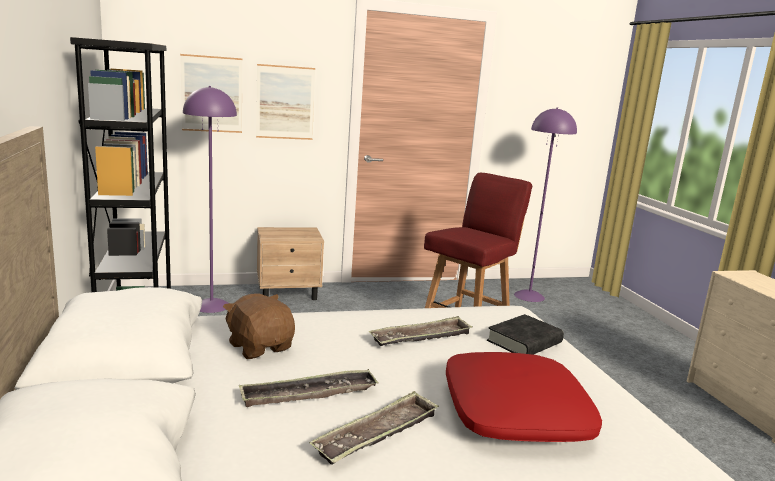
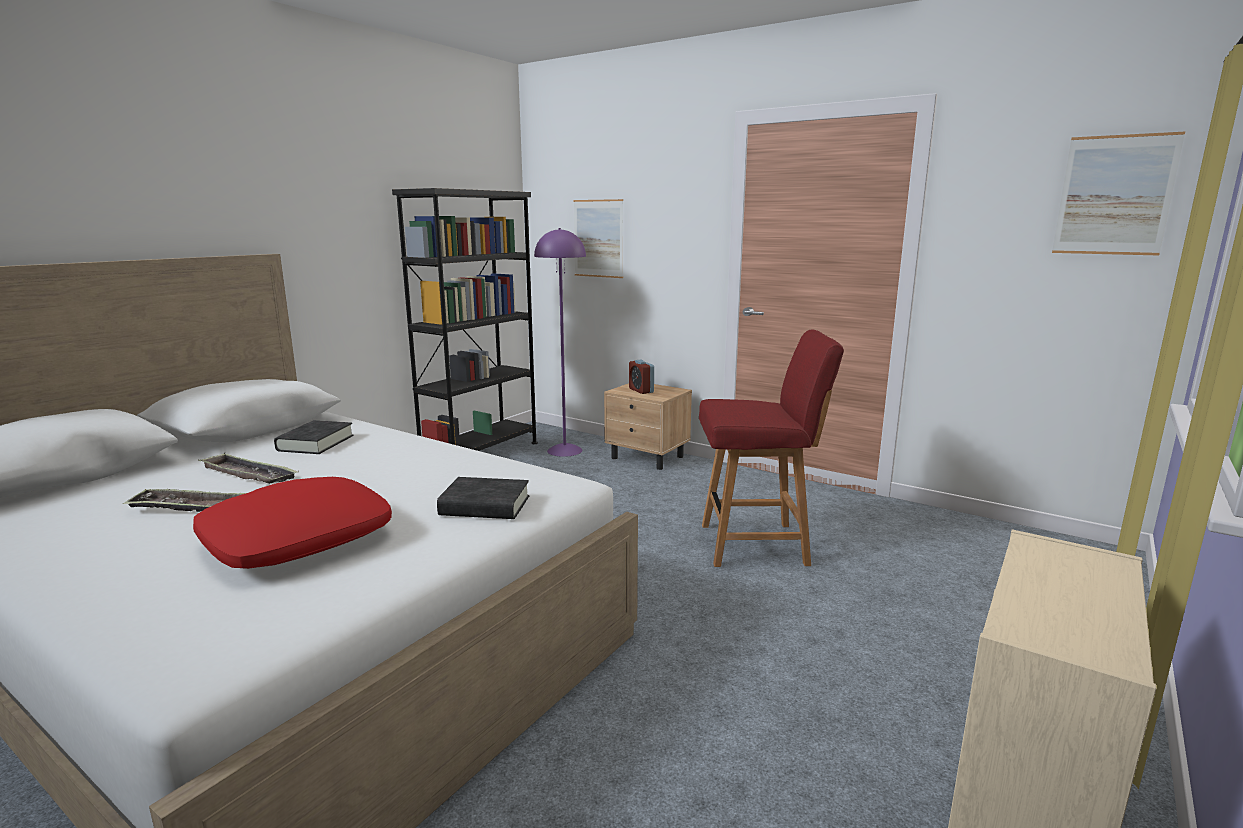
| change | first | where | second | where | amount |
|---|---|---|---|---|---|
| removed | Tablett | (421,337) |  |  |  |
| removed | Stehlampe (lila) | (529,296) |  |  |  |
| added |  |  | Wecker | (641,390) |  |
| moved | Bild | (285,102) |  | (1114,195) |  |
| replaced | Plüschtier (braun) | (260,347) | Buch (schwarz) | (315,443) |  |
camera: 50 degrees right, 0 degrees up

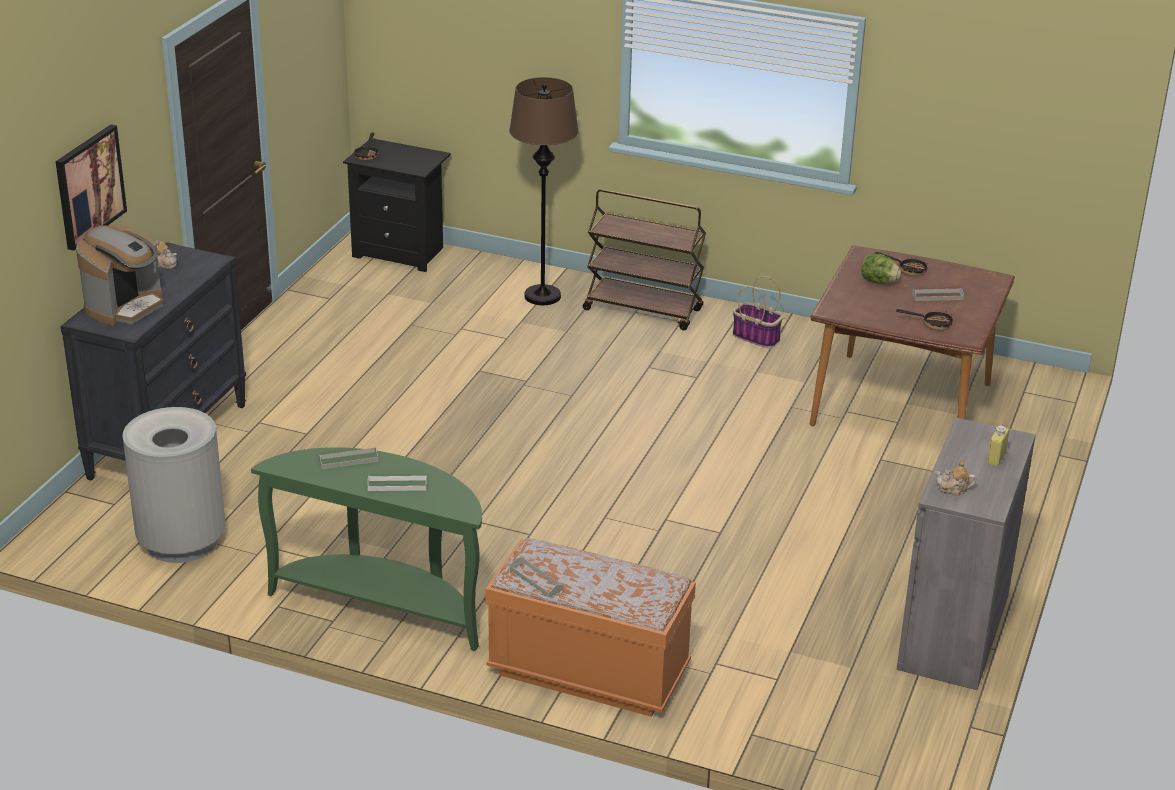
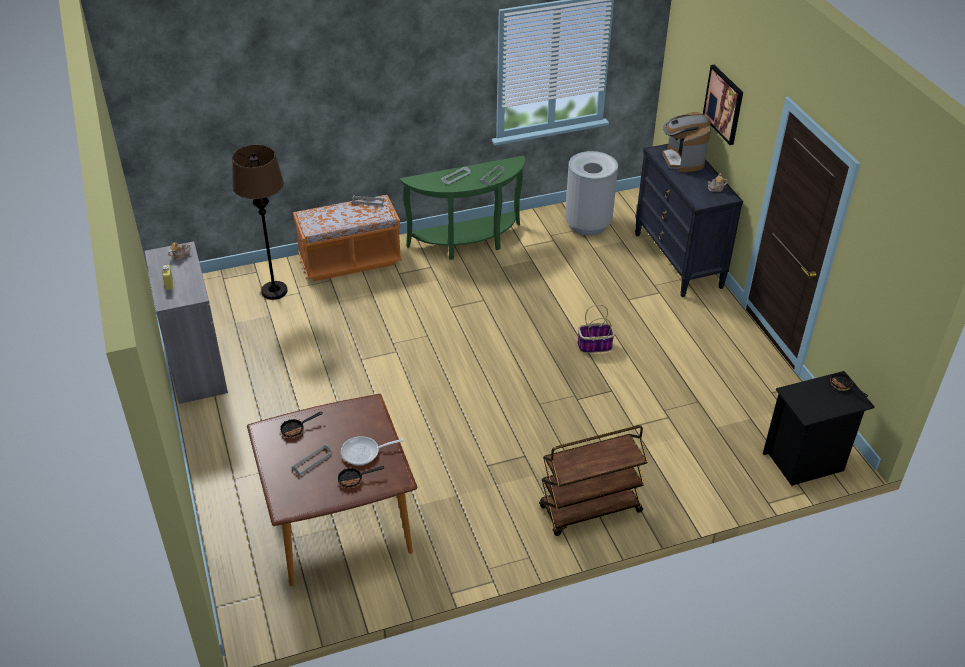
| change | first | where | second | where | amount |
|---|---|---|---|---|---|
| moved | Stehlampe (braun) | (542,296) |  | (274,291) |  |
| moved | Korb | (757,337) |  | (594,346) |  |
| replaced | Salatkopf | (878,282) | Pfanne | (364,453) |  |
camera: 140 degrees right, 10 degrees up

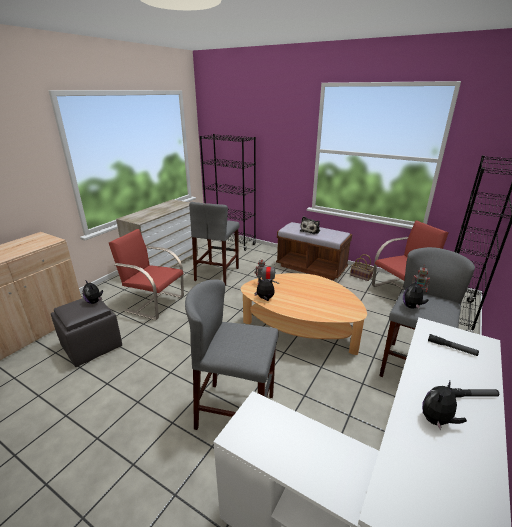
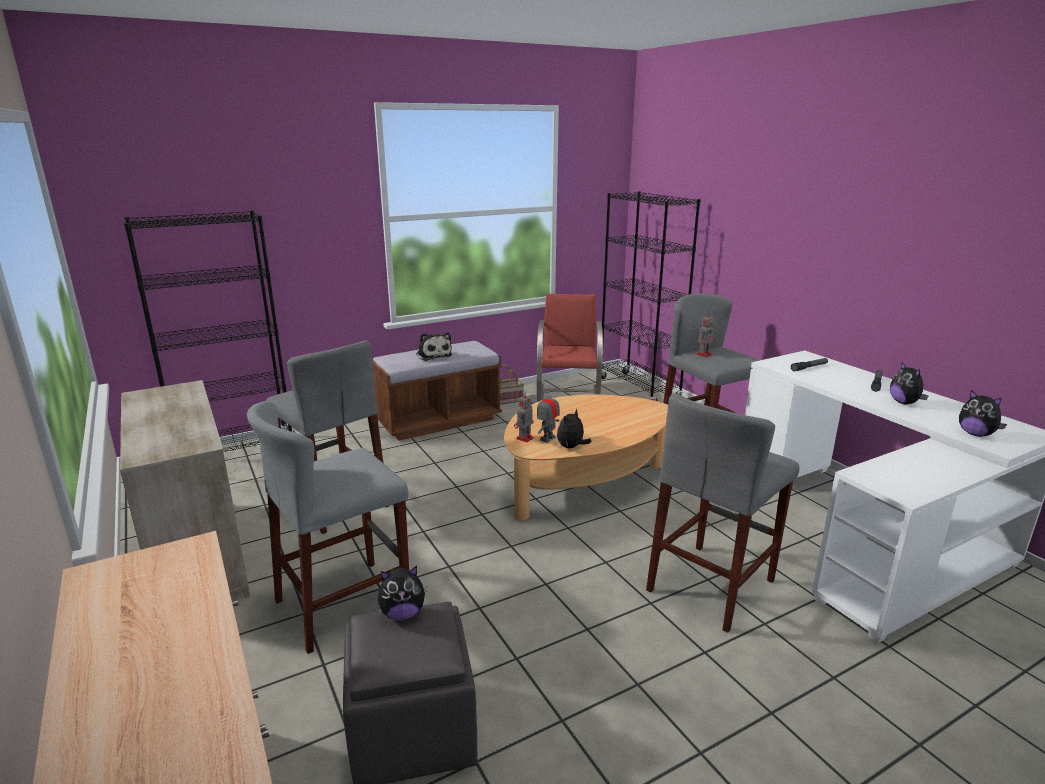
| change | first | where | second | where | amount |
|---|---|---|---|---|---|
| moved | Plüschtier | (412,307) |  | (976,434) |  |
| replaced | Stuhl (rot) | (154,303) | Hocker (grau) | (344,604) |  |
camera: 60 degrees left, 5 degrees down

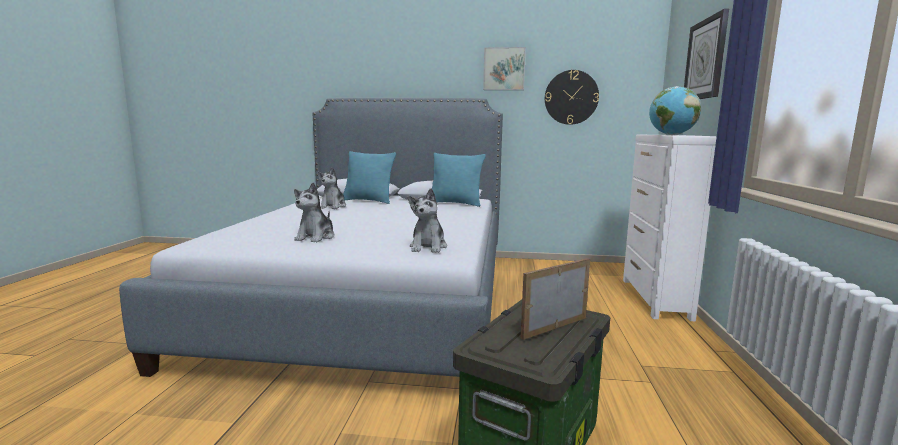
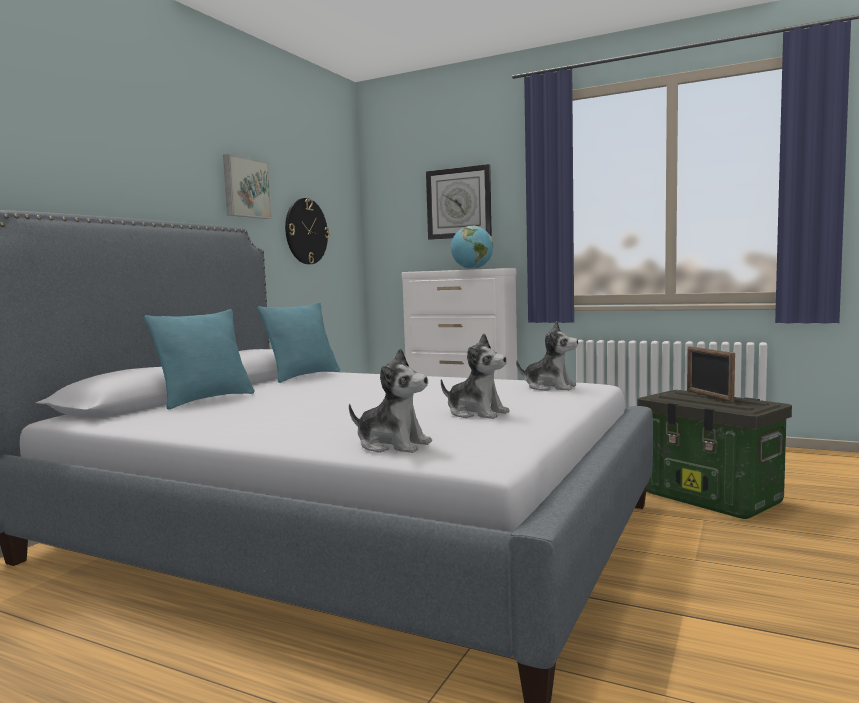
| change | first | where | second | where | amount |
|---|---|---|---|---|---|
| moved | Plüschtier | (333,206) |  | (393,445) |  |
camera: 70 degrees left, 5 degrees down

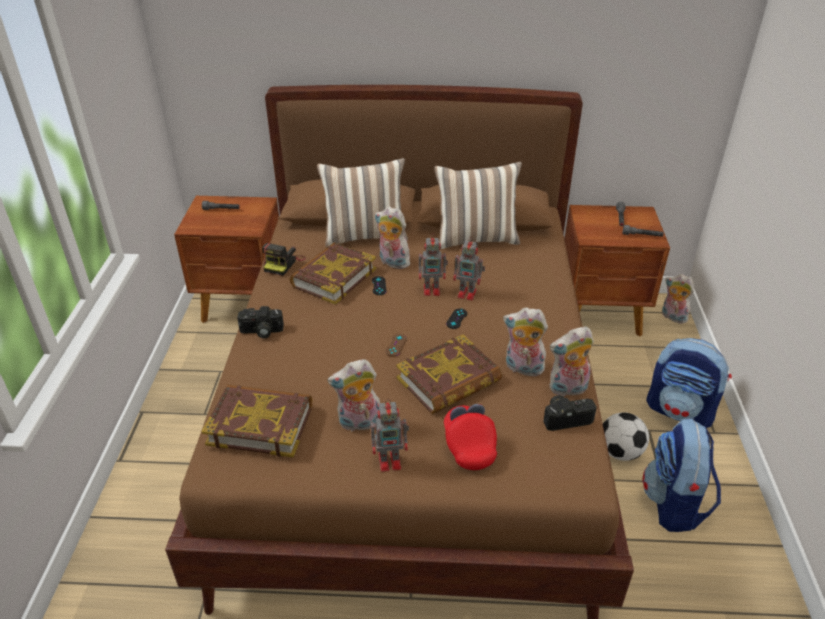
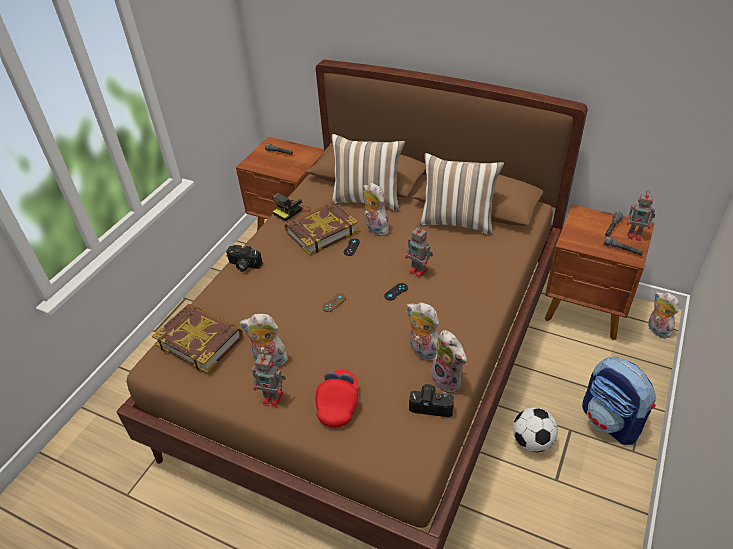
| change | first | where | second | where | amount |
|---|---|---|---|---|---|
| removed | Buch | (449,380) |  |  |  |
| removed | Rucksack | (674,504) |  |  |  |
| moved | Spielzeugroboter | (432,290) |  | (635,235) |  |
| turned | Plüschtier | (567,389) |  | (449,380) | 135 degrees counterclockwise |
camera: 25 degrees right, 5 degrees up

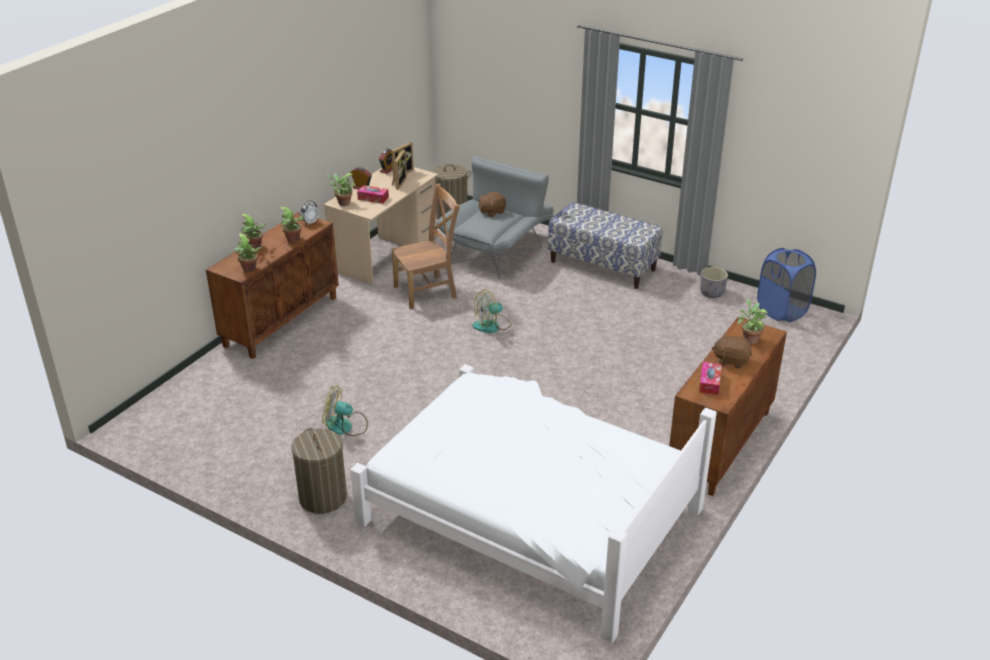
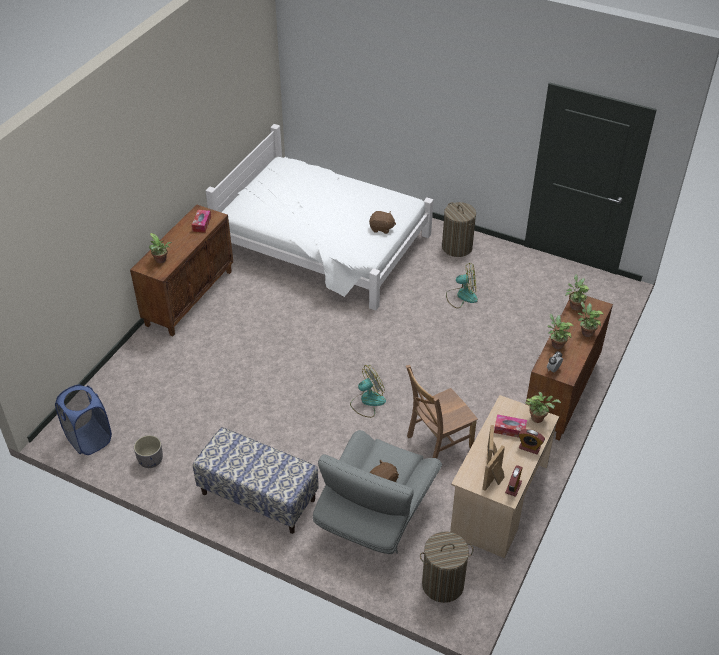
| change | first | where | second | where | amount |
|---|---|---|---|---|---|
| moved | Plüschtier (braun) | (731,360) |  | (381,228) |  |
camera: 175 degrees right, 10 degrees up

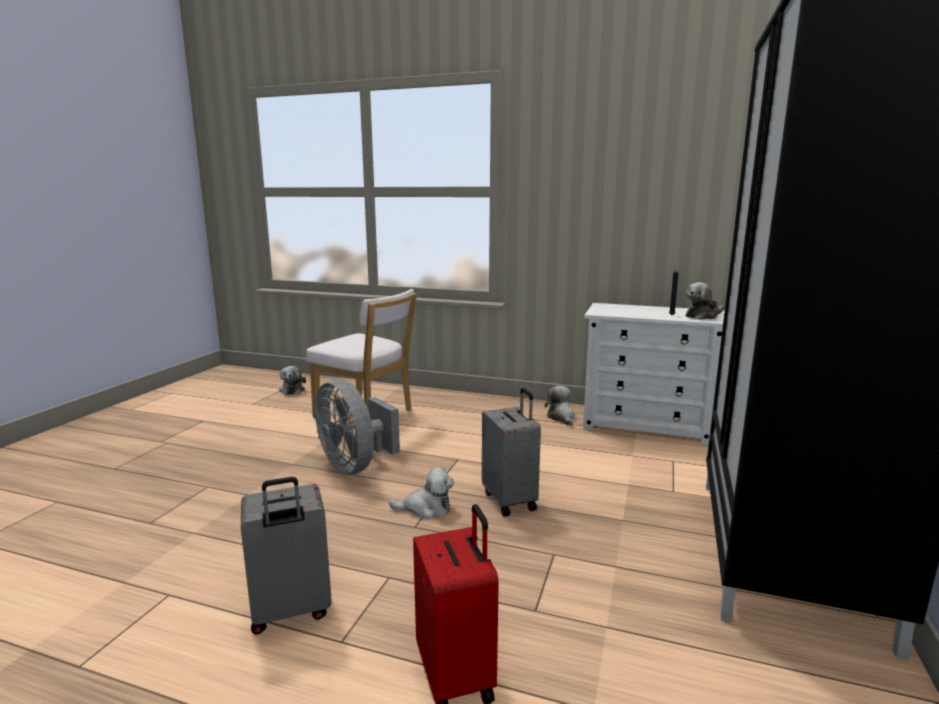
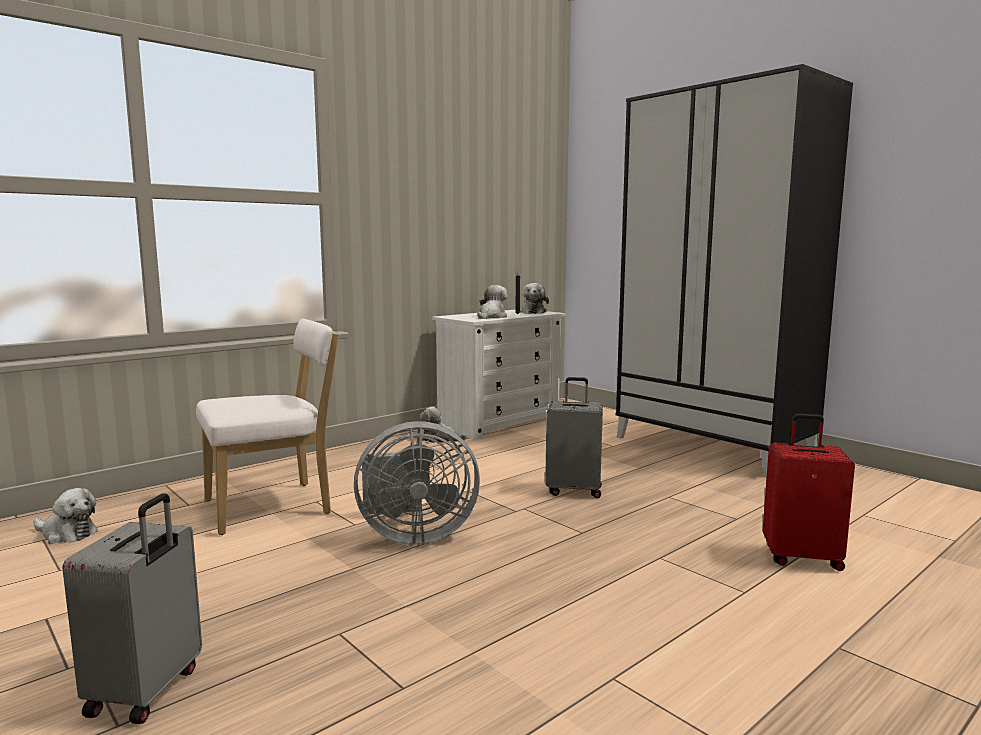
| change | first | where | second | where | amount |
|---|---|---|---|---|---|
| moved | Koffer (grau) | (291,612) |  | (147,691) |  |
| moved | Plüschtier | (426,508) |  | (491,317) |  |
camera: 60 degrees left, 5 degrees down

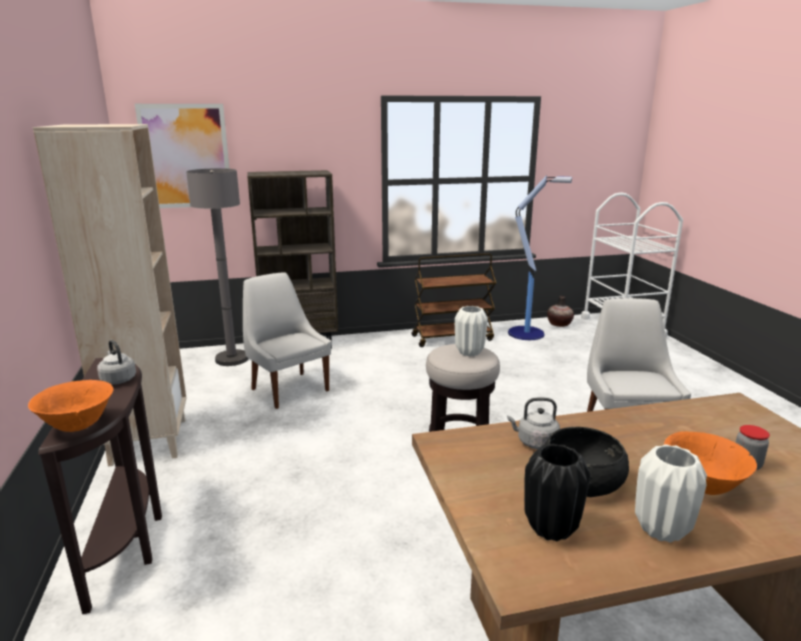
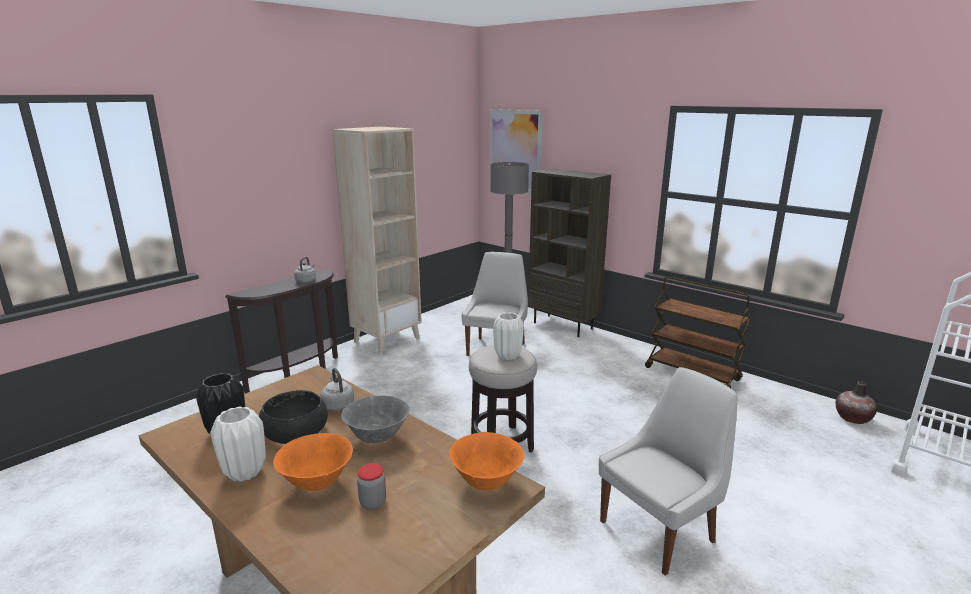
| change | first | where | second | where | amount |
|---|---|---|---|---|---|
| removed | Stehlampe | (527,333) |  |  |  |
| added |  |  | Schüssel (grau) | (377,438) |  |
| moved | Schüssel (orange) | (79,426) |  | (487,482) |  |
camera: 55 degrees right, 0 degrees up

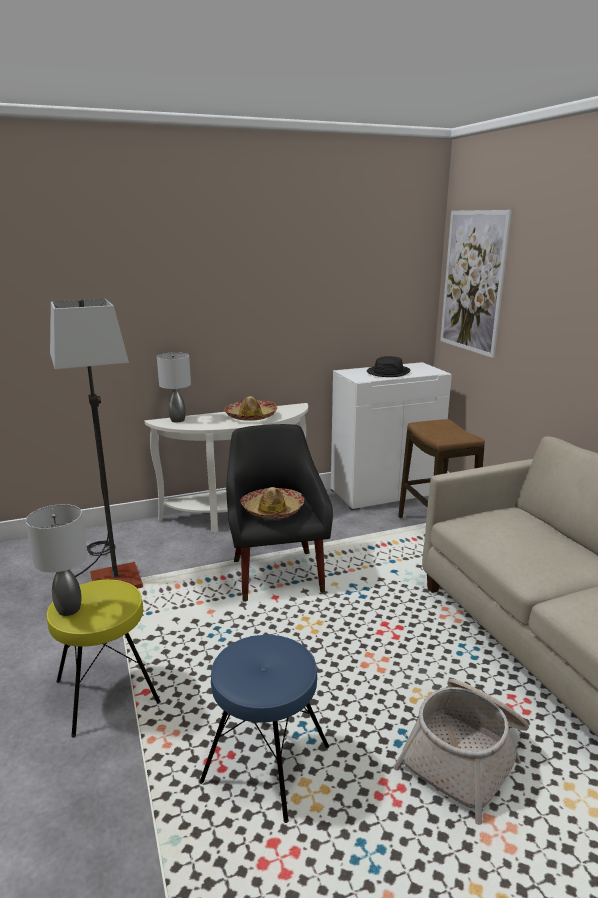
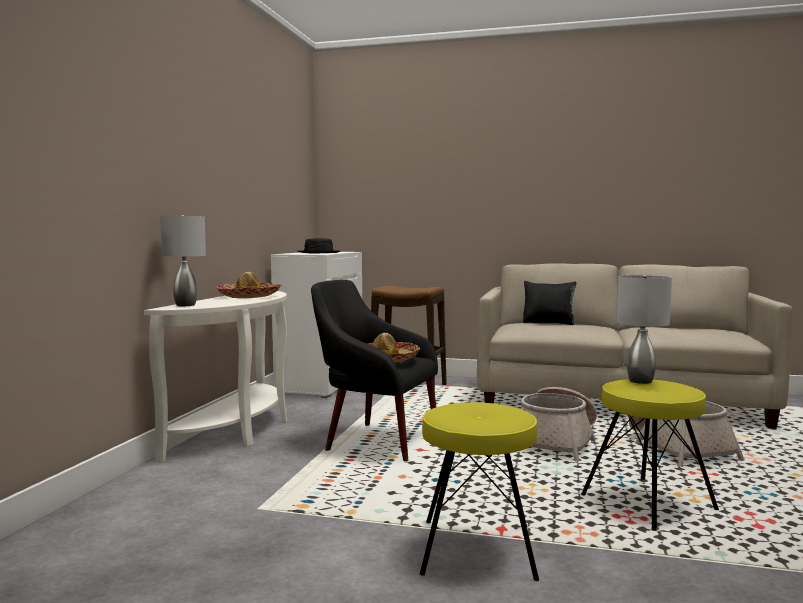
| change | first | where | second | where | amount |
|---|---|---|---|---|---|
| removed | Stehlampe | (109,574) |  |  |  |
| removed | Bild | (473,282) |  |  |  |
| added |  |  | Korb | (556,442) |  |
| added |  |  | Kissen (schwarz) | (549,323) |  |
| moved | Tischlampe (grau) | (68,609) |  | (641,381) |  |
| recoloured | Hocker (blau) | (266,765) | Hocker (gelb) | (649,503) |  |
camera: 55 degrees left, 15 degrees down

